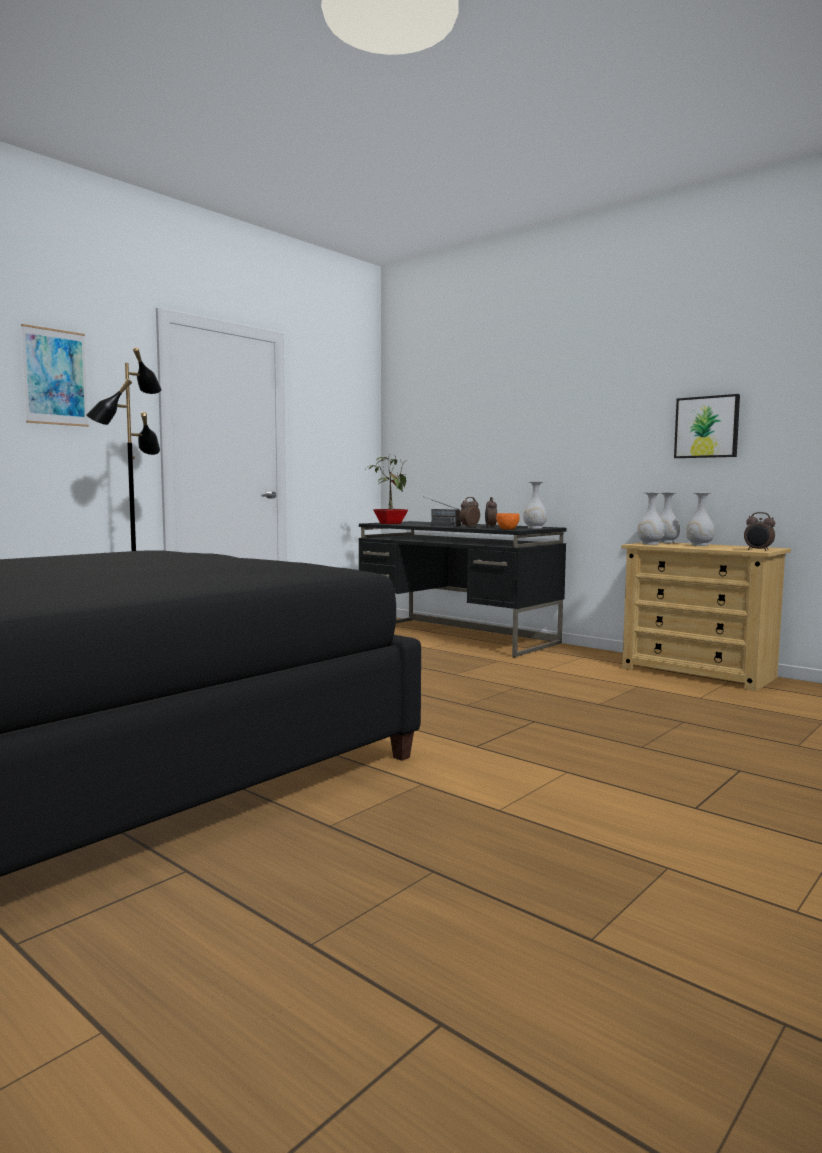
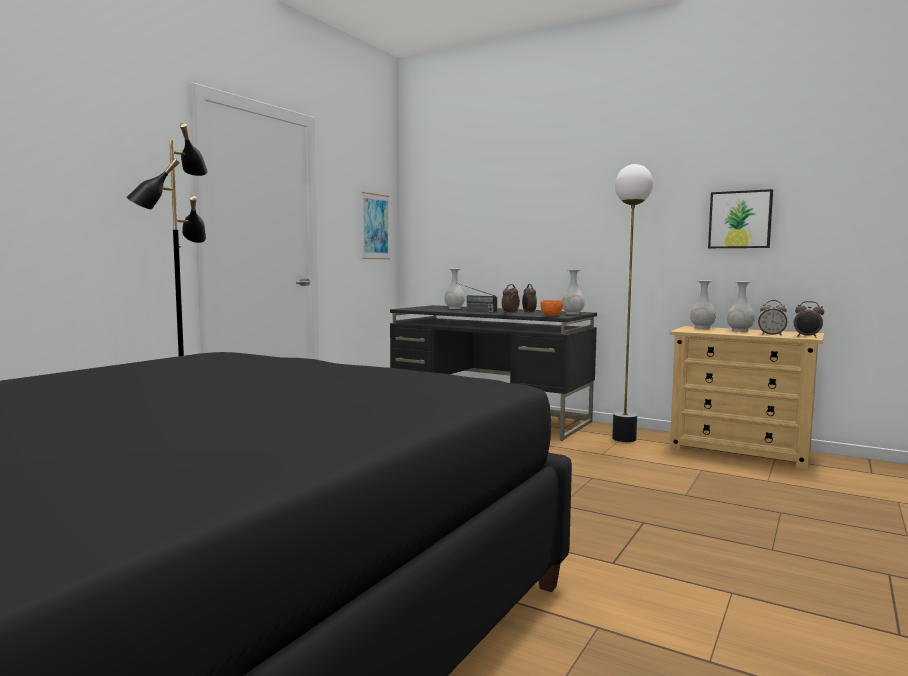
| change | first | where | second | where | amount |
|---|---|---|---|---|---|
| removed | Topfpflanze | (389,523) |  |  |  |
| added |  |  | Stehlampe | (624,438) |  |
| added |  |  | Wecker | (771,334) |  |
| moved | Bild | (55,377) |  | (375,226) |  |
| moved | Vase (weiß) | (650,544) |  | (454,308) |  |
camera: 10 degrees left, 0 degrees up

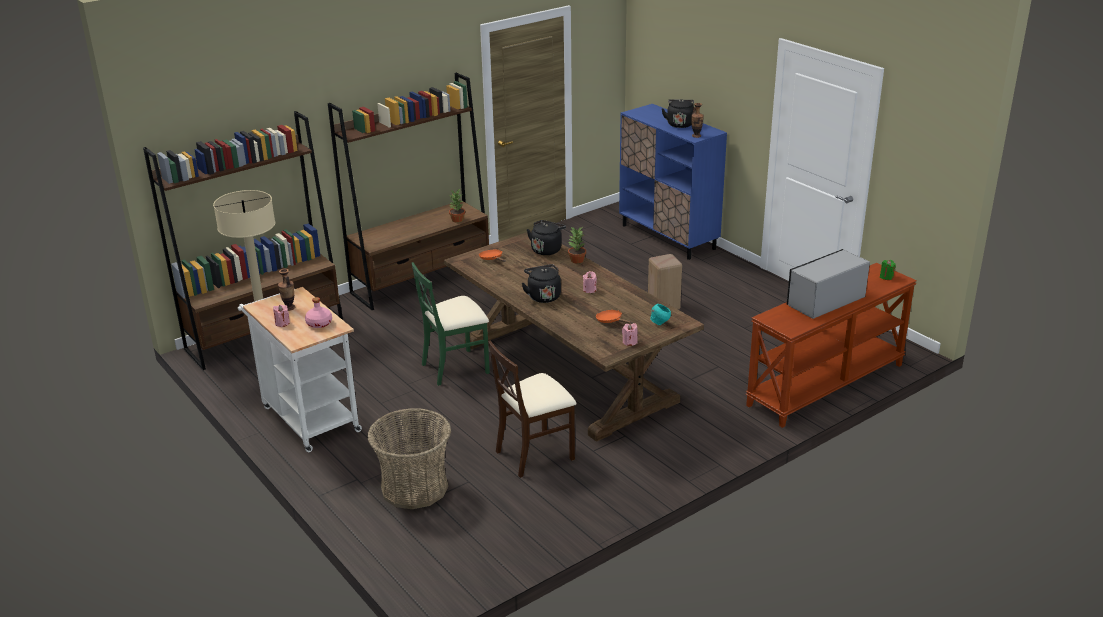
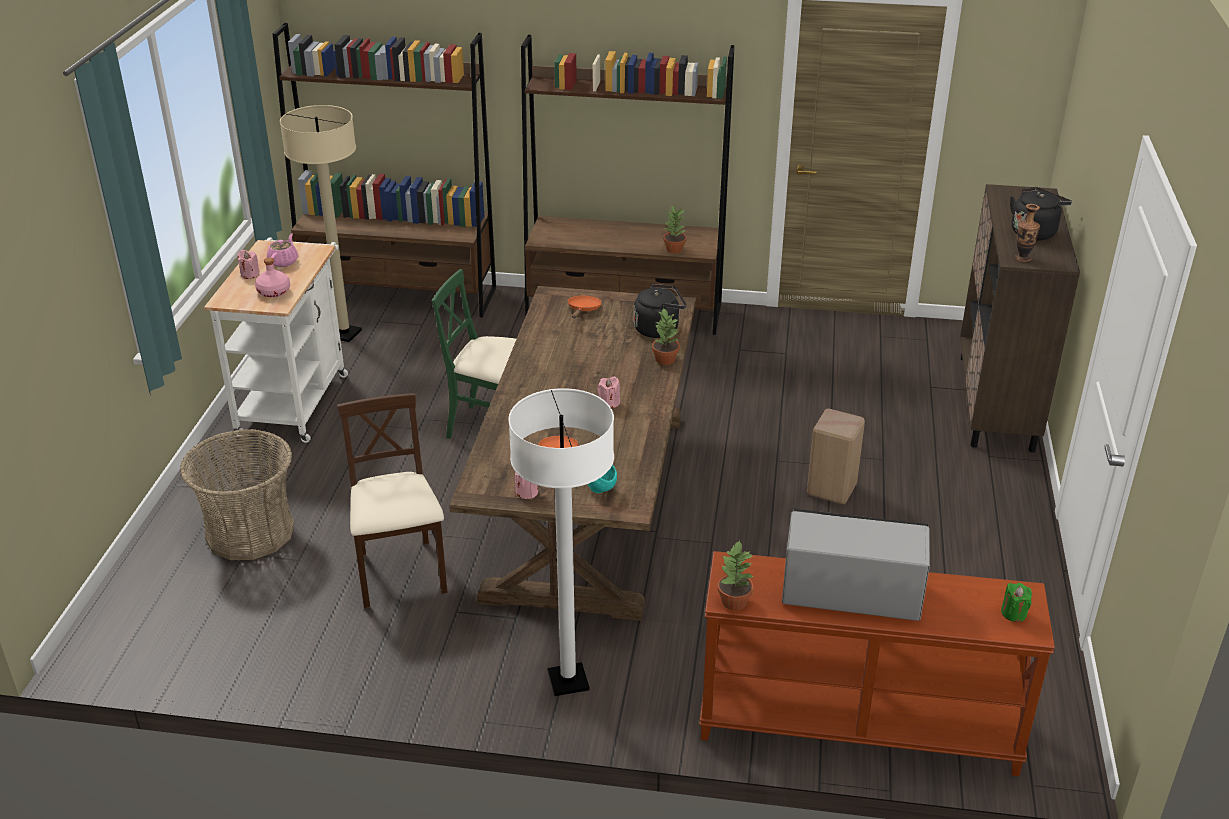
| change | first | where | second | where | amount |
|---|---|---|---|---|---|
| removed | Wasserkessel (schwarz) | (543,296) |  |  |  |
| added |  |  | Stehlampe (weiß) | (568,681) |  |
| added |  |  | Topfpflanze | (733,602) |  |
| replaced | Vase | (289,308) | Teekanne (rosa) | (283,261) |  |
| recoloured | Schrank (blau) | (668,237) | Schrank (braun) | (996,403) |  |
| turned | Stuhl (beige) | (535,454) |  | (400,574) | 60 degrees clockwise |
camera: 45 degrees right, 5 degrees up

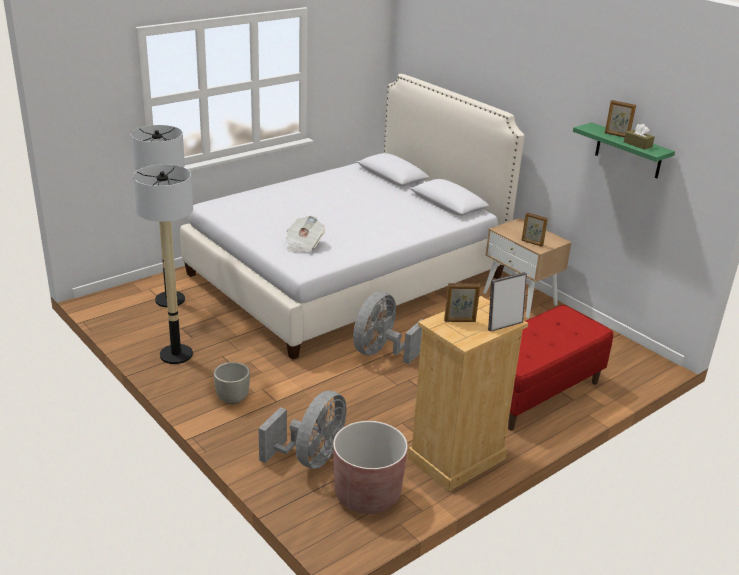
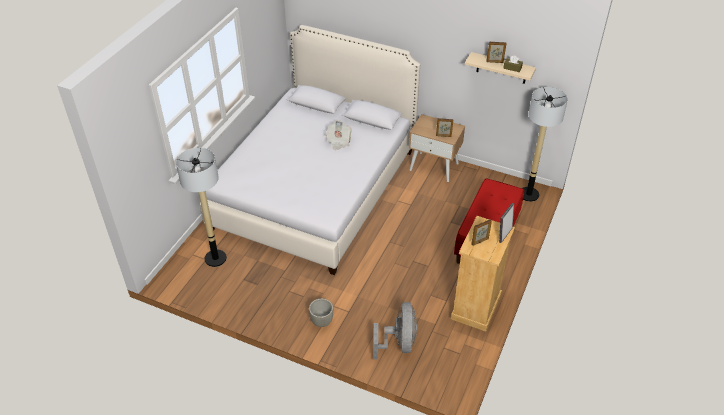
| change | first | where | second | where | amount |
|---|---|---|---|---|---|
| removed | Pflanzkübel (braun) | (367,494) |  |  |  |
| removed | Ventilator (grau) | (382,352) |  |  |  |
| moved | Stehlampe | (176,355) |  | (529,194) |  |
| moved | Zeitung | (303,245) |  | (338,141) |  |
| recoloured | Wandregal (grün) | (628,151) | Wandregal (beige) | (501,68) |  |
camera: 25 degrees left, 15 degrees up

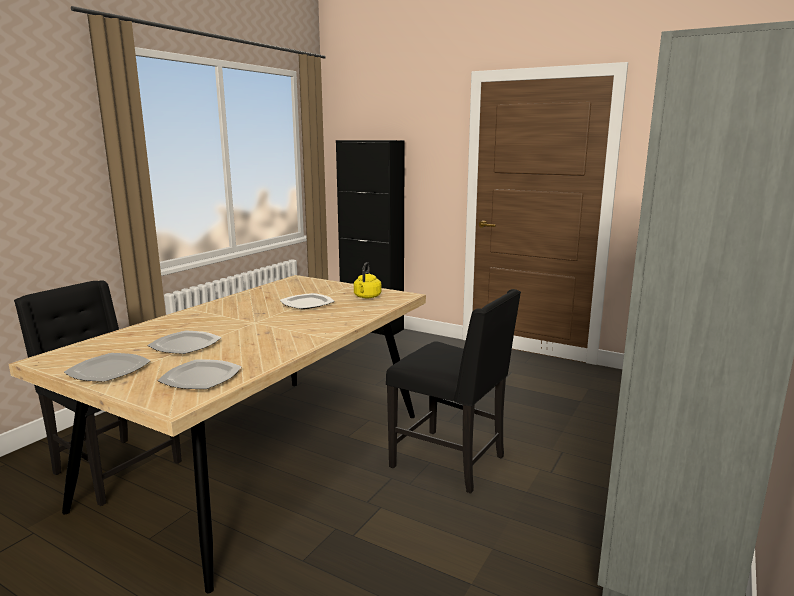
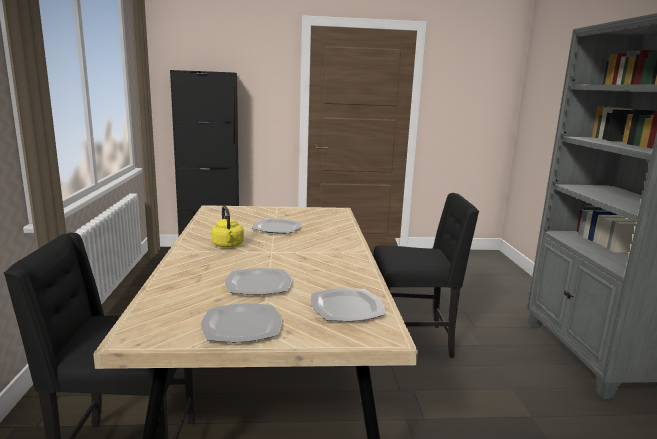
| change | first | where | second | where | amount |
|---|---|---|---|---|---|
| moved | Wasserkessel (gelb) | (367,297) |  | (228,245) |  |
camera: 35 degrees left, 0 degrees up

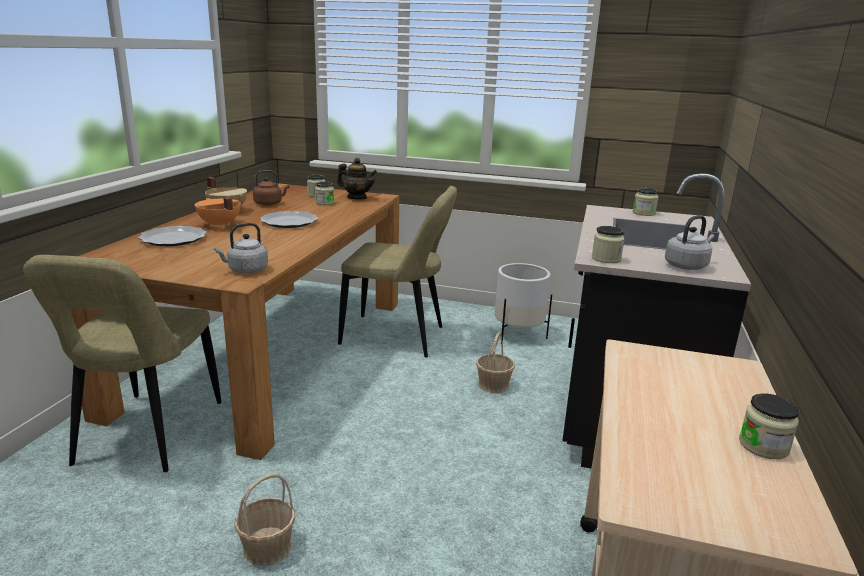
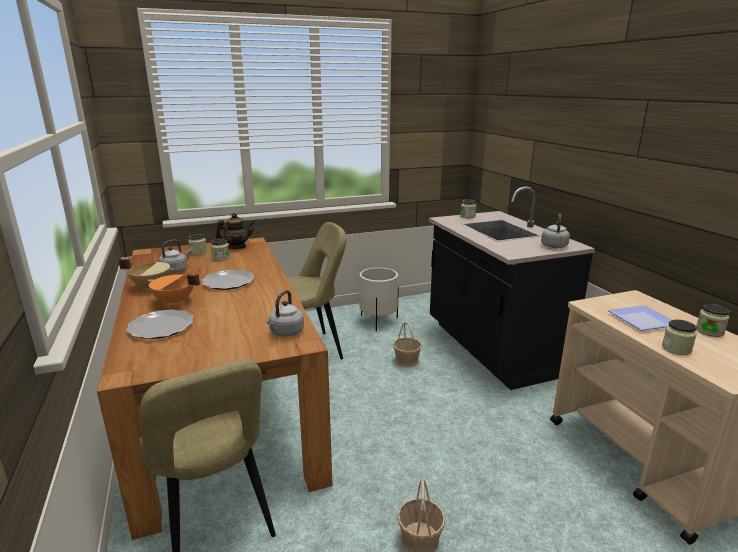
| change | first | where | second | where | amount |
|---|---|---|---|---|---|
| added |  |  | Teller | (642,321) |  |
| moved | Vorratsglas | (606,259) |  | (676,349) |  |
| recoloured | Wasserkessel (braun) | (269,203) | Wasserkessel (grau) | (175,270) |  |
camera: 35 degrees left, 0 degrees up

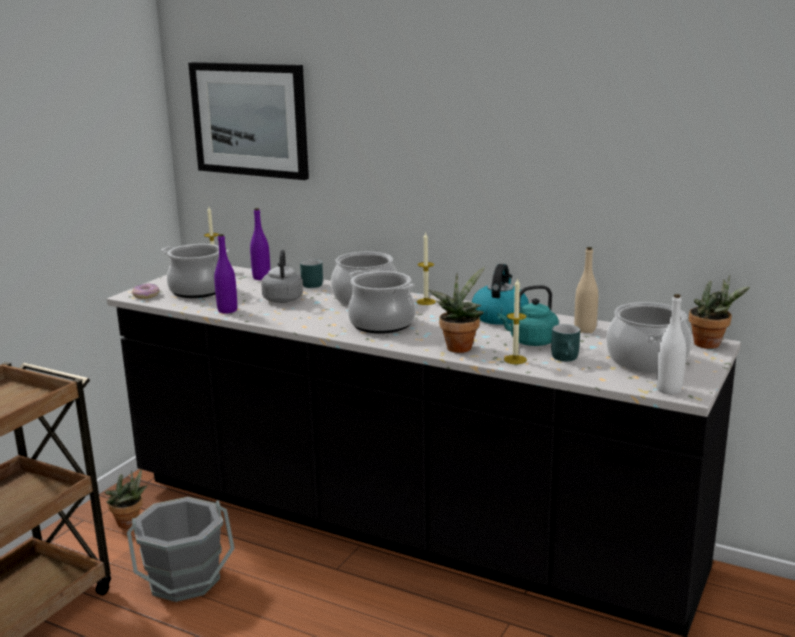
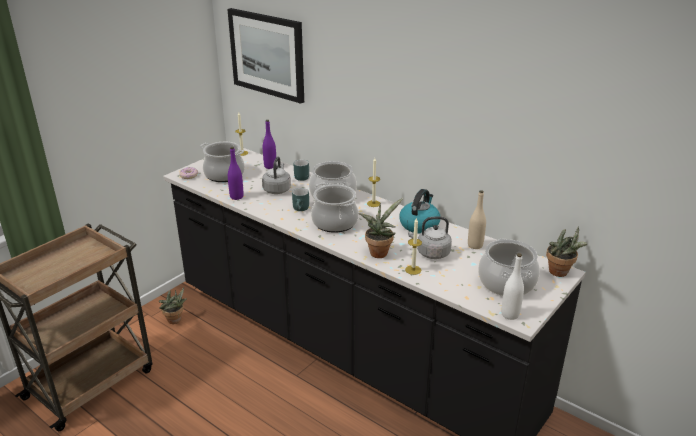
| change | first | where | second | where | amount |
|---|---|---|---|---|---|
| removed | Eimer (grau) | (185,580) |  |  |  |
| moved | Henkelbecher (türkis) | (567,359) |  | (301,209) |  |
| recoloured | Wasserkessel (türkis) | (530,342) | Wasserkessel (grau) | (431,253) |  |
camera: 10 degrees right, 10 degrees up

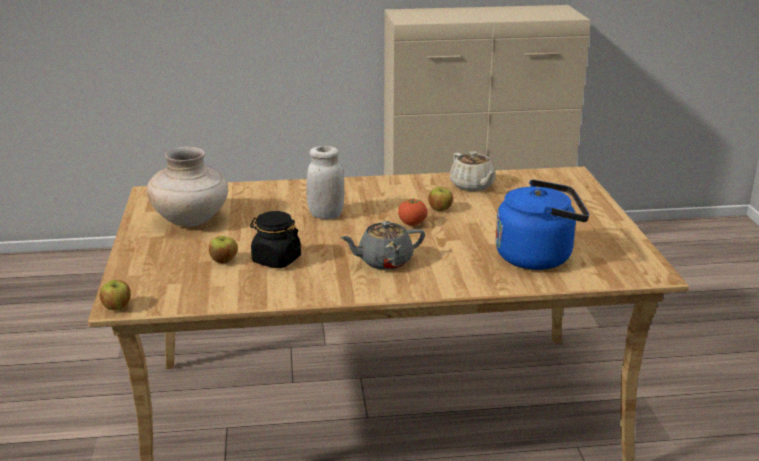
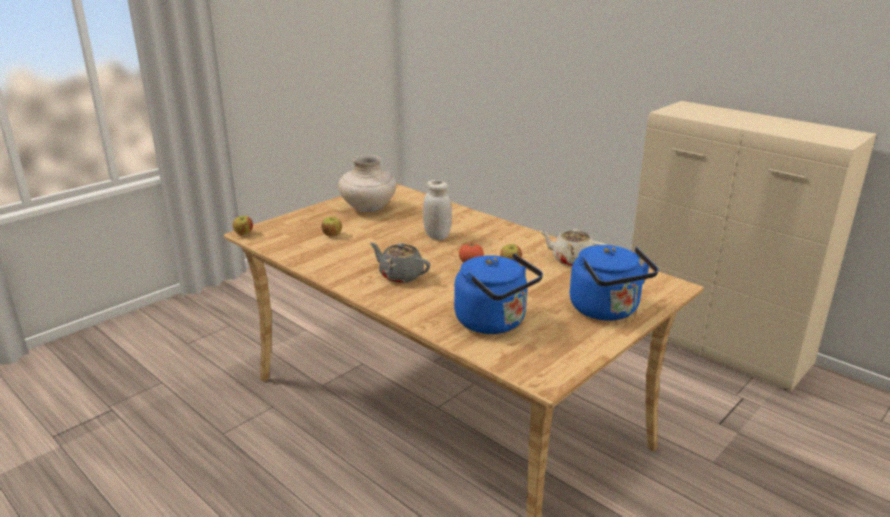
| change | first | where | second | where | amount |
|---|---|---|---|---|---|
| removed | Vorratsglas (schwarz) | (276,260) |  |  |  |
| added |  |  | Wasserkessel (blau) | (607,311) |  |
| turned | Teekanne (beige) | (472,186) |  | (572,260) | 90 degrees clockwise |
camera: 50 degrees right, 0 degrees up

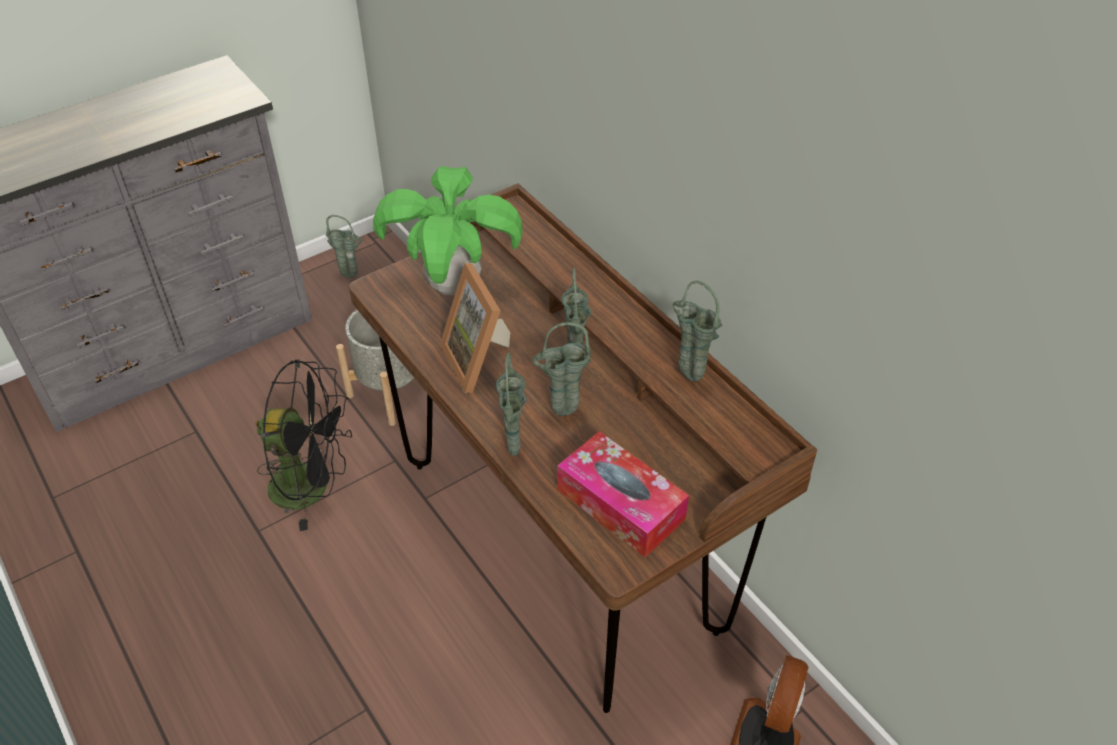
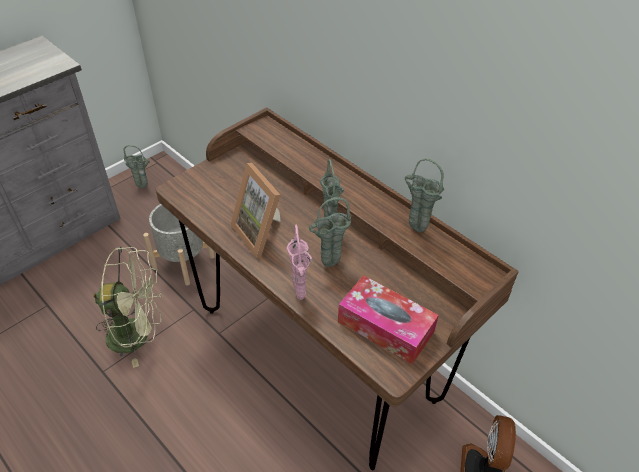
| change | first | where | second | where | amount |
|---|---|---|---|---|---|
| removed | Topfpflanze | (454,286) |  |  |  |
| recoloured | Ventilator (schwarz) | (312,486) | Ventilator (grün) | (137,334) |  |
| recoloured | Vase (grün) | (513,453) | Vase (rosa) | (300,298) |  |
camera: 10 degrees left, 0 degrees up

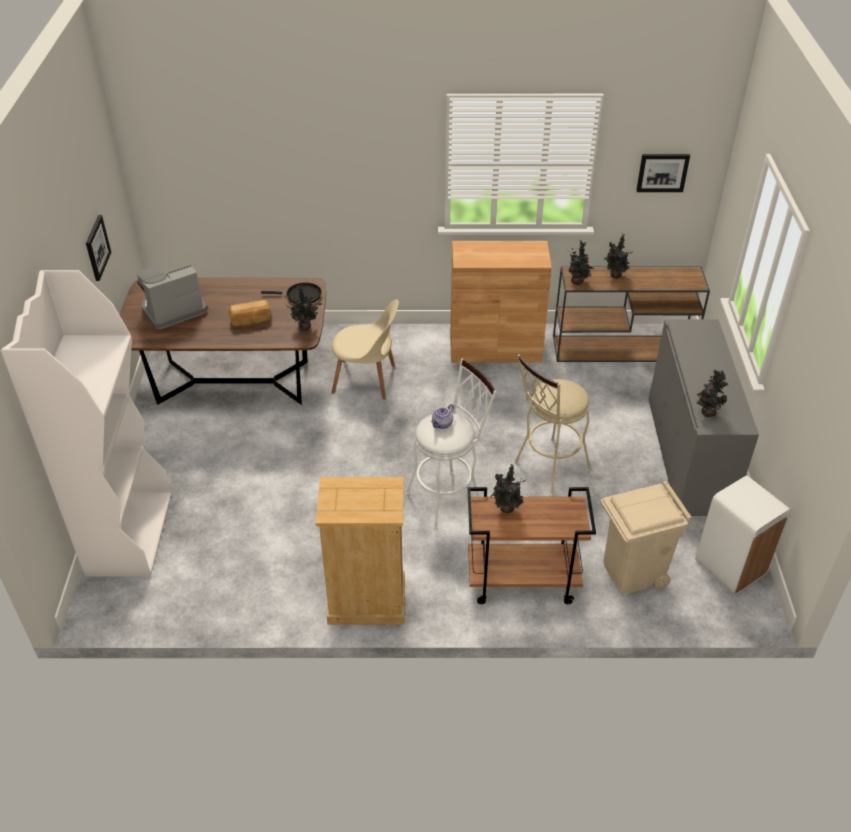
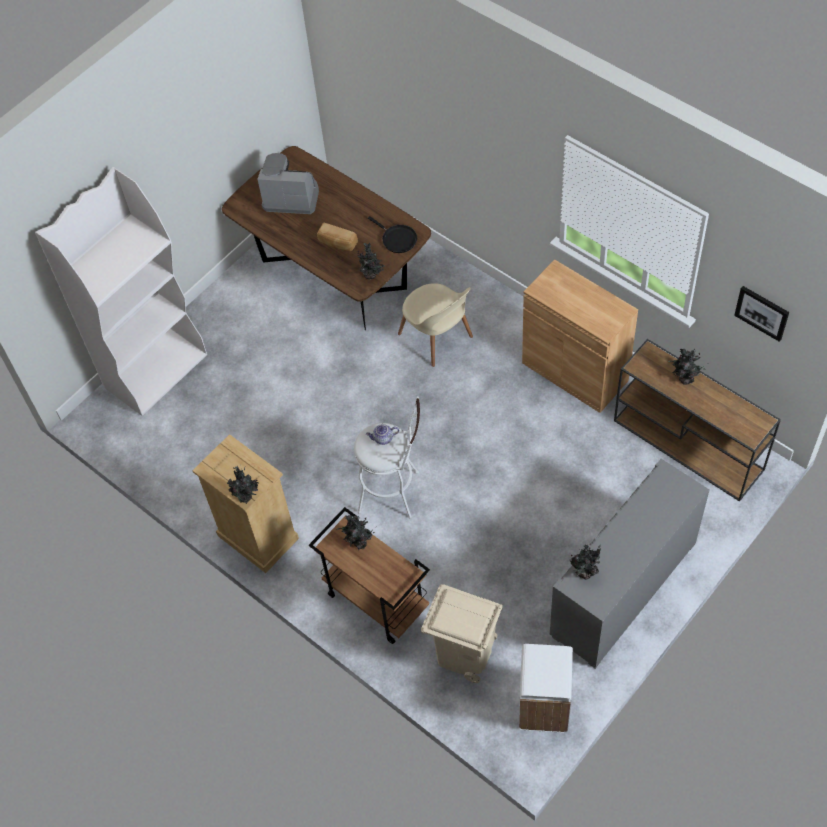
| change | first | where | second | where | amount |
|---|---|---|---|---|---|
| removed | Bild | (97,247) |  |  |  |
| removed | Hocker (beige) | (547,468) |  |  |  |
| moved | Topfpflanze | (578,282) |  | (246,497) |  |
camera: 45 degrees right, 15 degrees up

